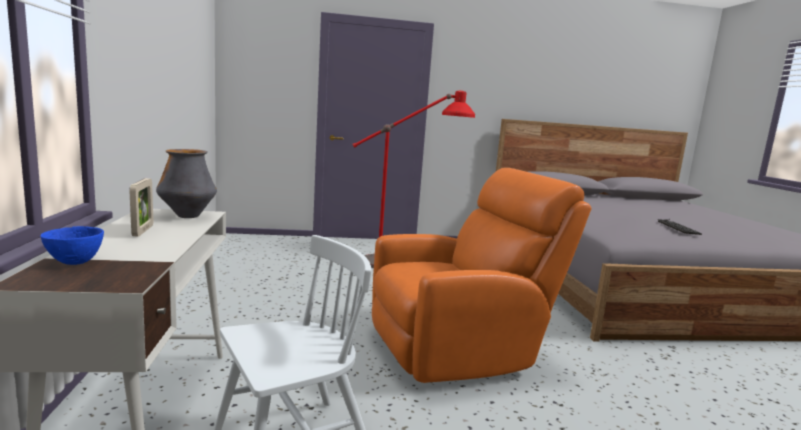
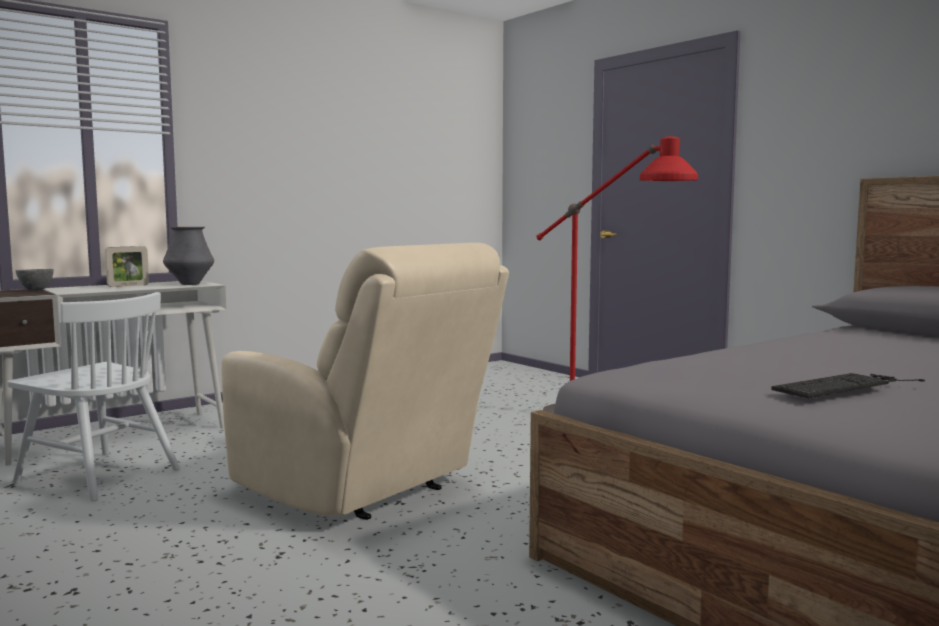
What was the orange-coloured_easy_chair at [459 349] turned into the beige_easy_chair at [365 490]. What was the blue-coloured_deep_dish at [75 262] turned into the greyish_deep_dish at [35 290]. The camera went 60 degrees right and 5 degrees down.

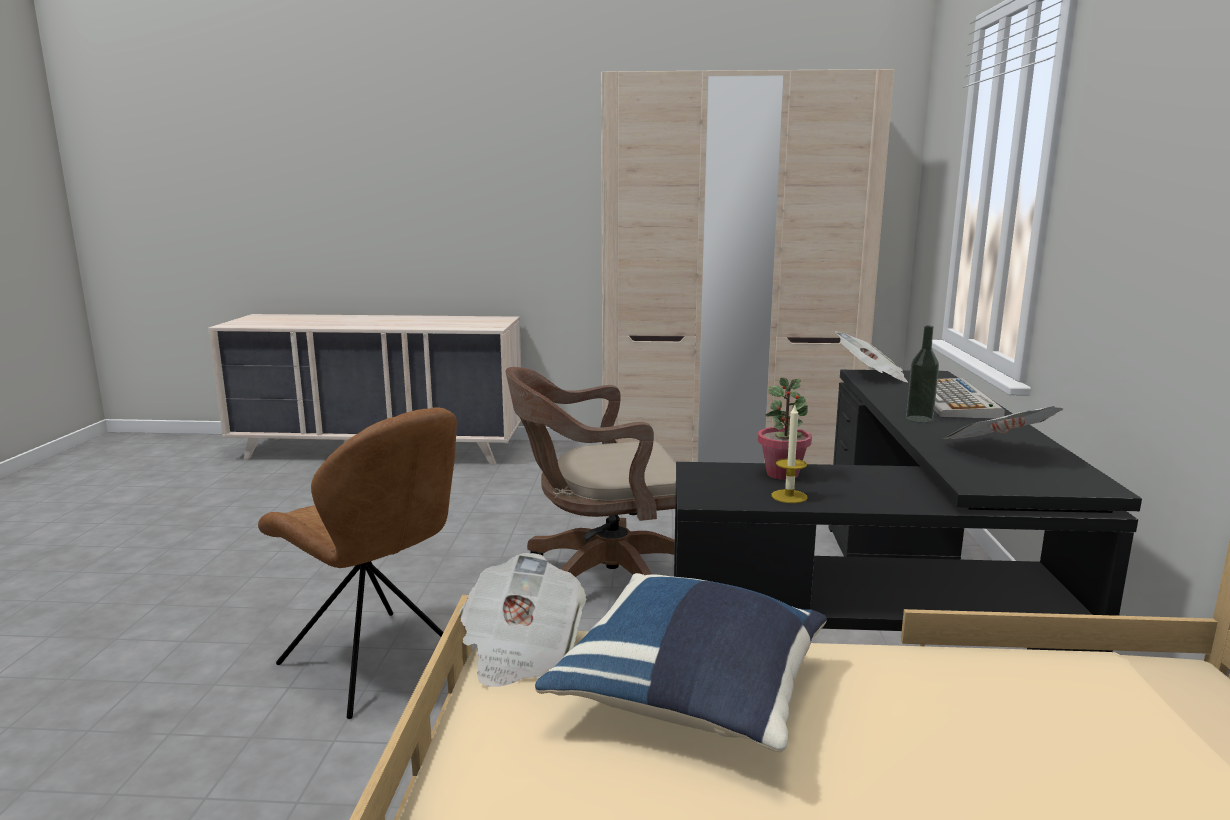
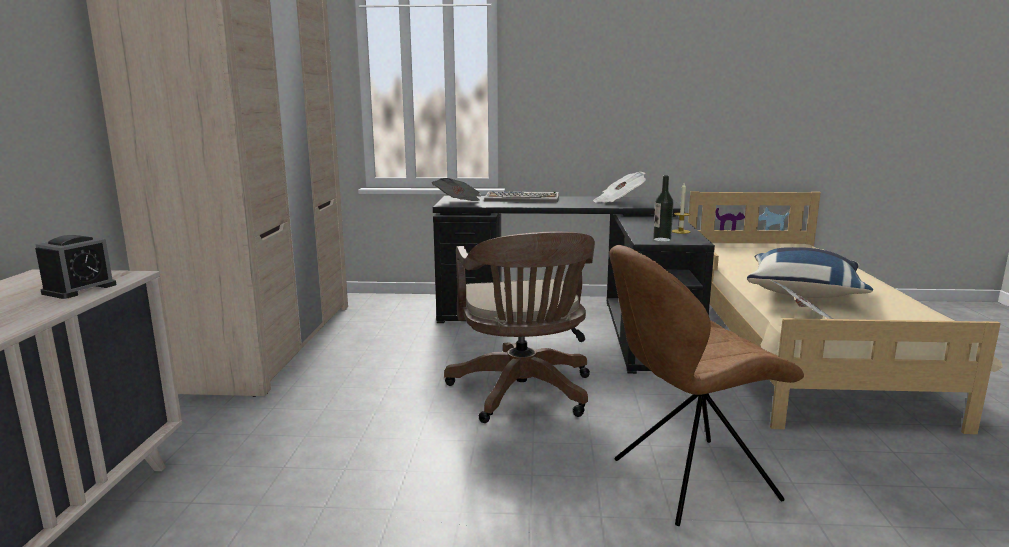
The bottle ended up elsewhere, having gone from [919 419] to [662 239]. The second view lost the potted_plant at [782 474]. The brown-coloured_chair at [376 664] ended up facing another way, 150 degrees counterclockwise from before. The second view gained the bedside_clock at [79 289]. The camera went 90 degrees left and 0 degrees up.

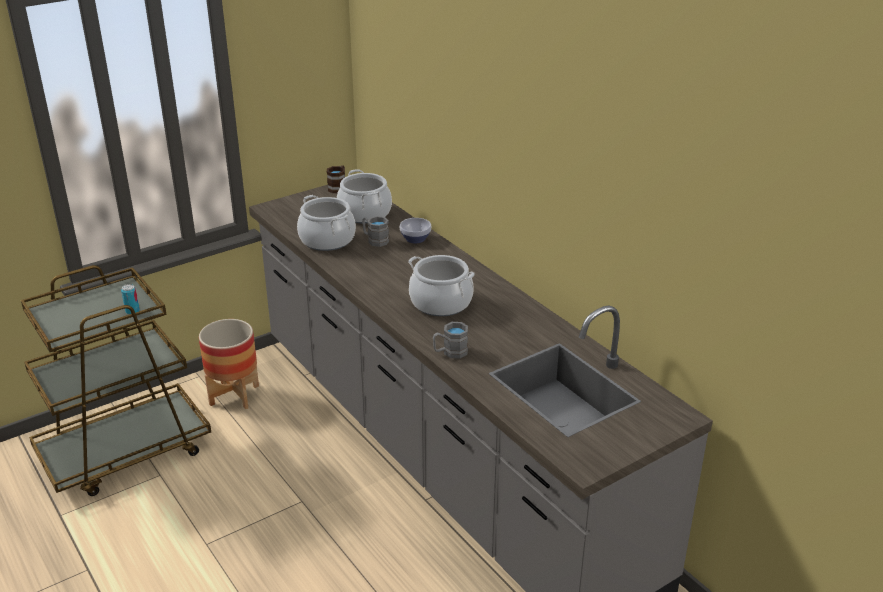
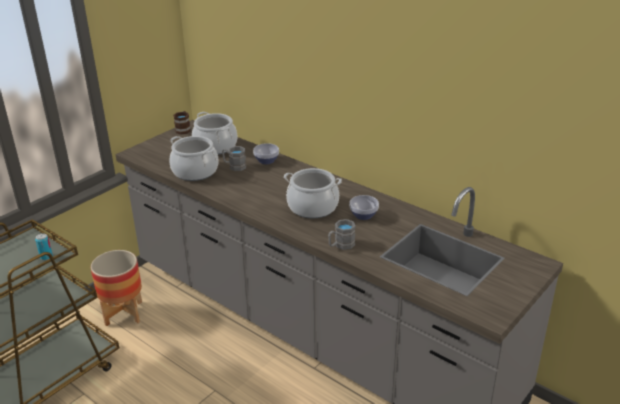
The second view gained the deep_dish at [364 216]. The camera went 15 degrees left and 0 degrees up.

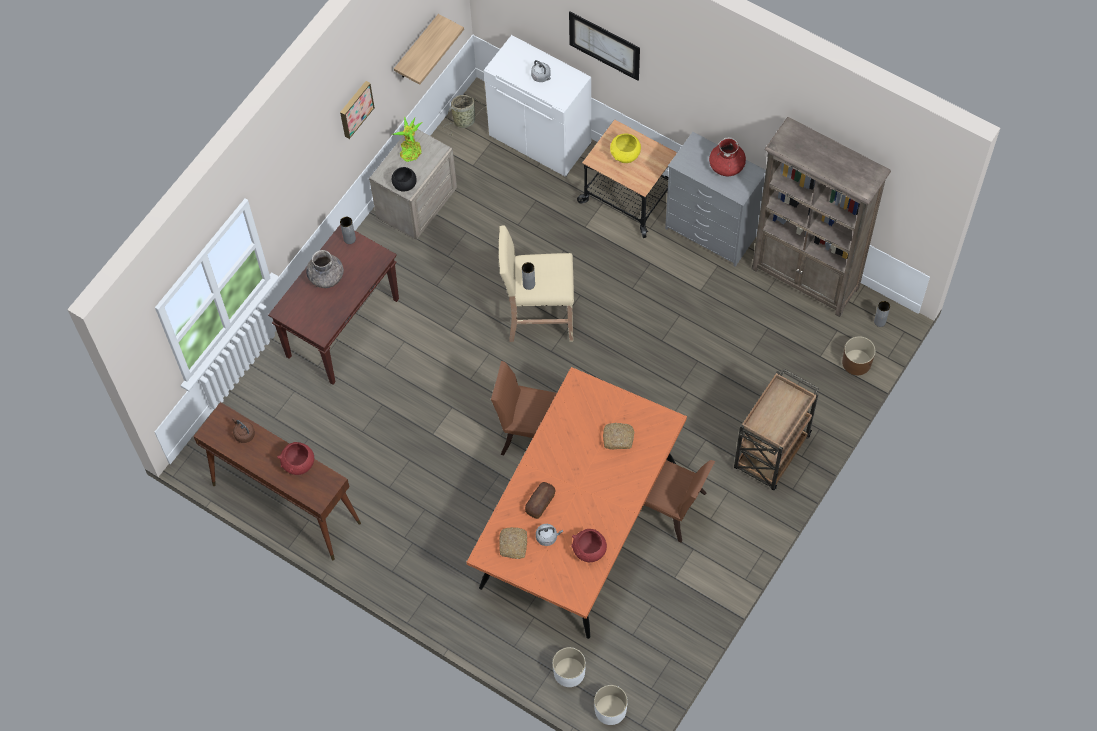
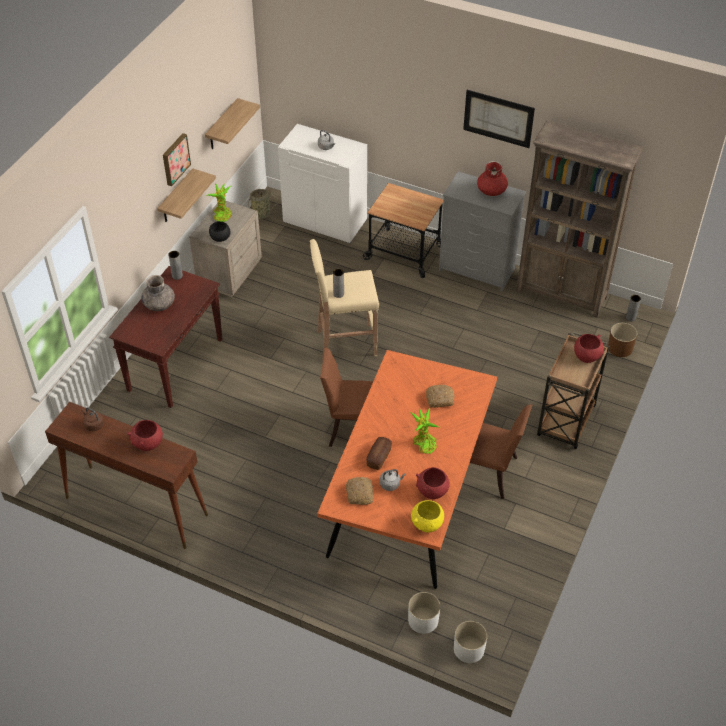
The wall_picture ended up elsewhere, having gone from [604 45] to [498 118]. The yellow-coloured_deep_dish ended up elsewhere, having gone from [625 156] to [427 524]. The second view gained the shelf at [176 197]. The second view gained the red_deep_dish at [586 357]. The second view gained the potted_plant at [423 443]. The camera went 10 degrees left and 15 degrees down.

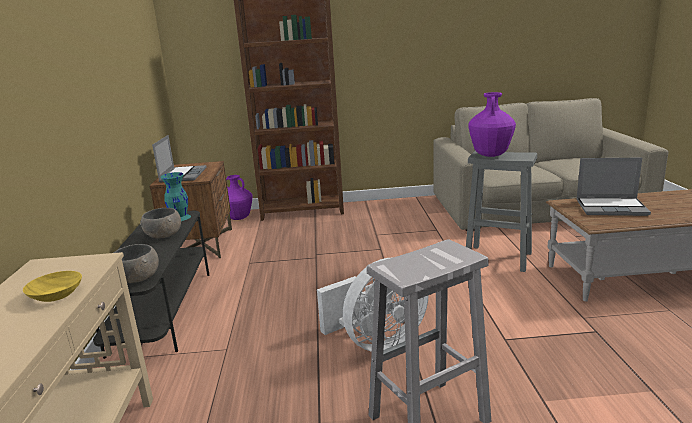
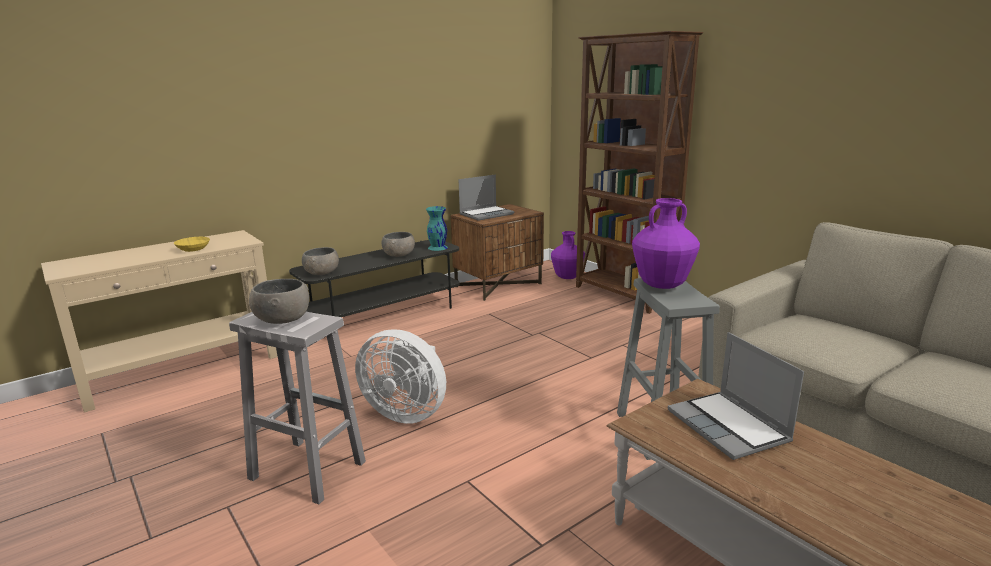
The second view gained the greyish_deep_dish at [282 319]. The camera went 55 degrees right and 0 degrees up.

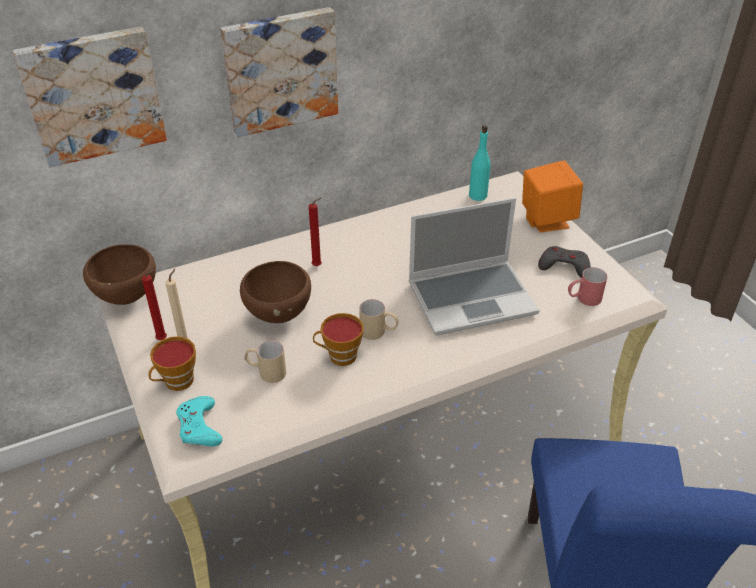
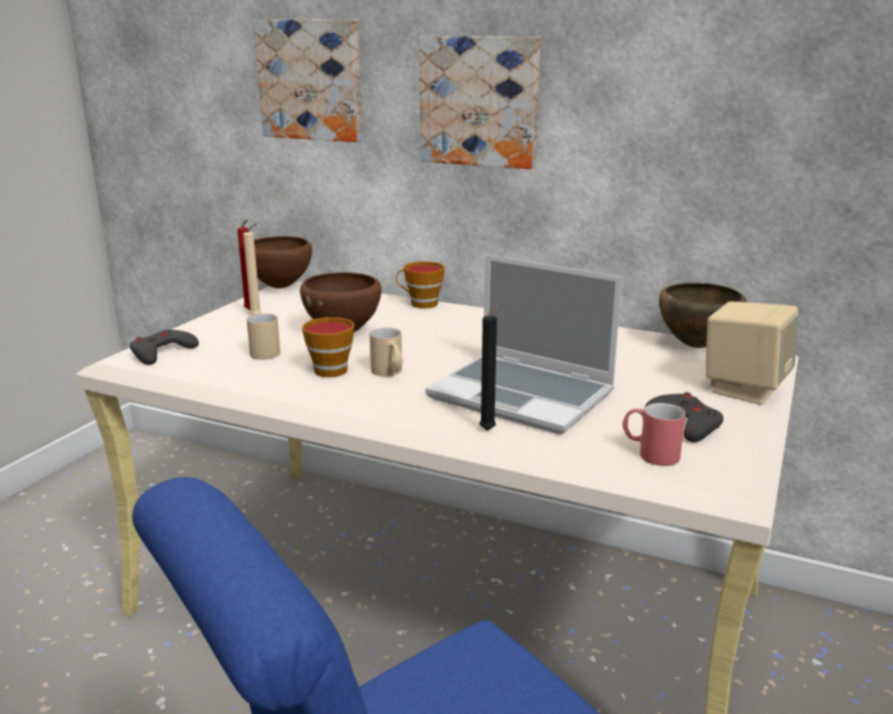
Where the turquoise-coloured_bottle stood at [477 195], the brown-coloured_deep_dish came to stand at [695 346]. What was the orange-coloured_speaker at [546 220] turned into the beige_speaker at [744 388]. The second view lost the red_wax_light at [318 266]. The cup ended up elsewhere, having gone from [176 382] to [420 304]. What was the turquoise-coloured_gamepad at [199 427] turned into the greyish_gamepad at [162 352]. The second view gained the black-coloured_wax_light at [490 429]. The camera went 50 degrees right and 20 degrees down.

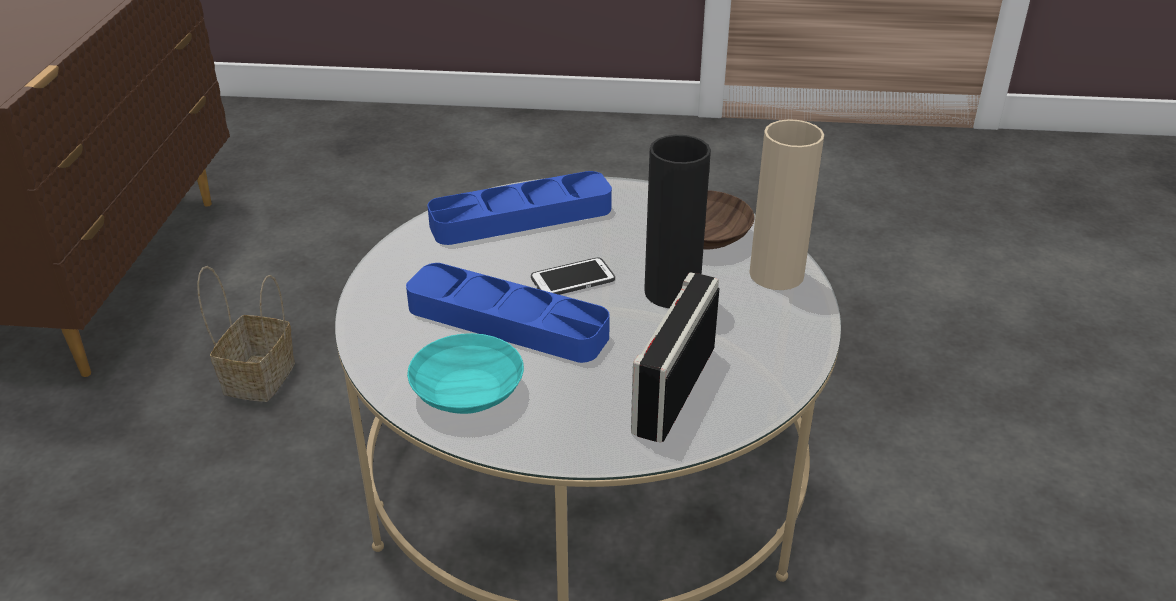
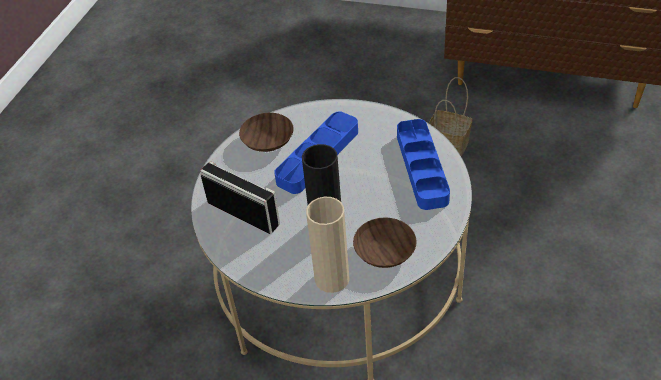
The second view lost the telephone at [573 279]. What was the turquoise-coloured_deep_dish at [470 391] turned into the brown-coloured_deep_dish at [268 142]. The camera went 105 degrees right and 10 degrees up.

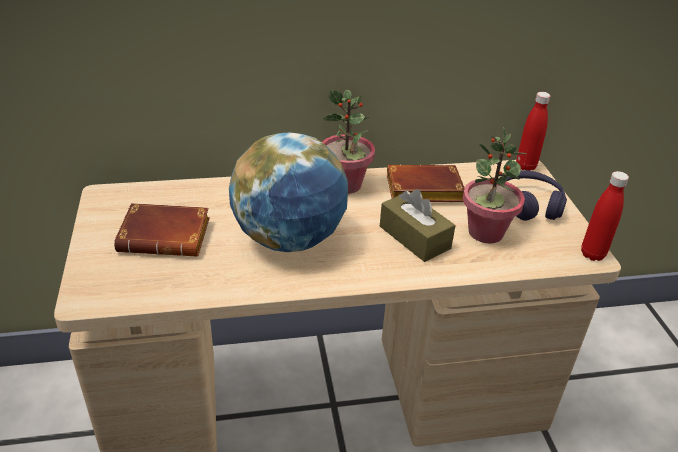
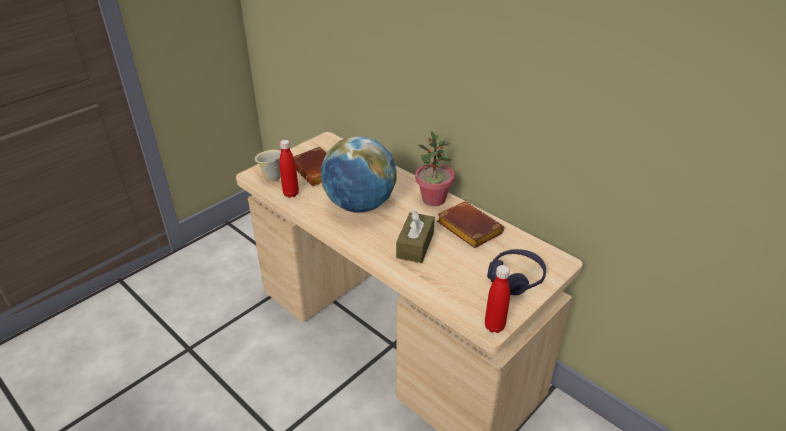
The red_bottle ended up elsewhere, having gone from [525 166] to [291 193]. The second view lost the potted_plant at [485 233]. The second view gained the beige_coffee_mug at [271 178]. The camera went 55 degrees right and 0 degrees up.

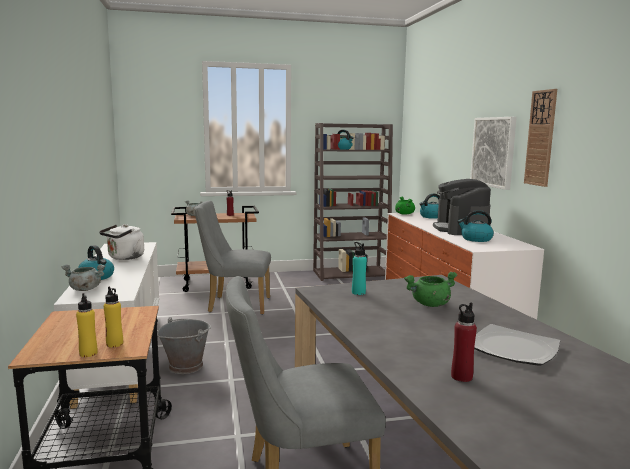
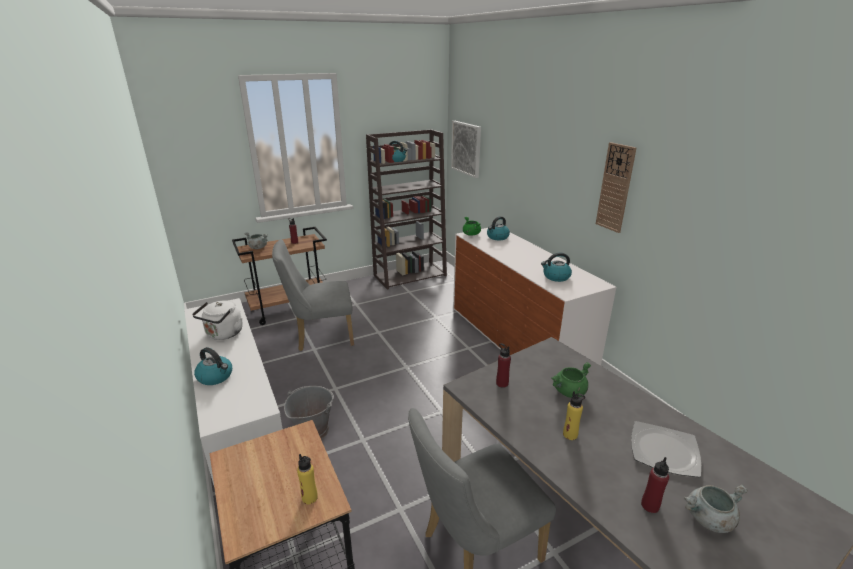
The wall_picture ended up elsewhere, having gone from [493 152] to [466 148]. The second view lost the coffee_brewer at [460 229]. What was the turquoise-coloured_bottle at [358 292] turned into the red_bottle at [502 383]. The greyish_stockpot ended up elsewhere, having gone from [84 289] to [708 519]. The yellow-coloured_bottle ended up elsewhere, having gone from [88 353] to [570 435]. The camera went 15 degrees left and 15 degrees up.

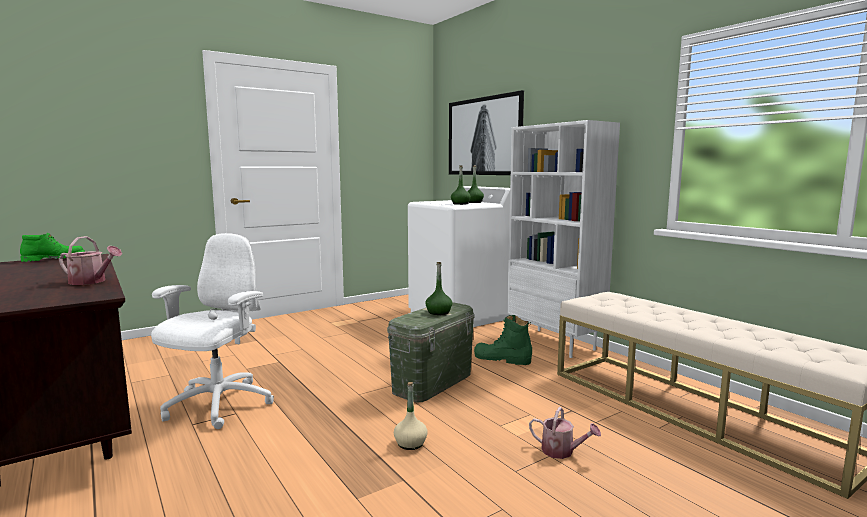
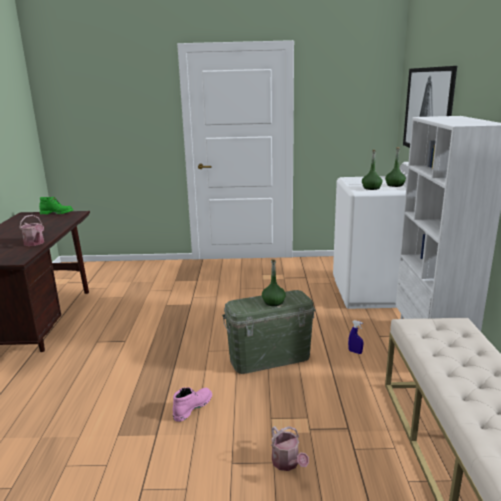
The second view lost the whitish_office_chair at [217 405]. Where the green_boot stood at [502 359], the blue-coloured_sprayer came to stand at [355 352]. Where the beige_bottle stood at [410 443], the pink_boot came to stand at [192 407]. The camera went 35 degrees right and 10 degrees up.

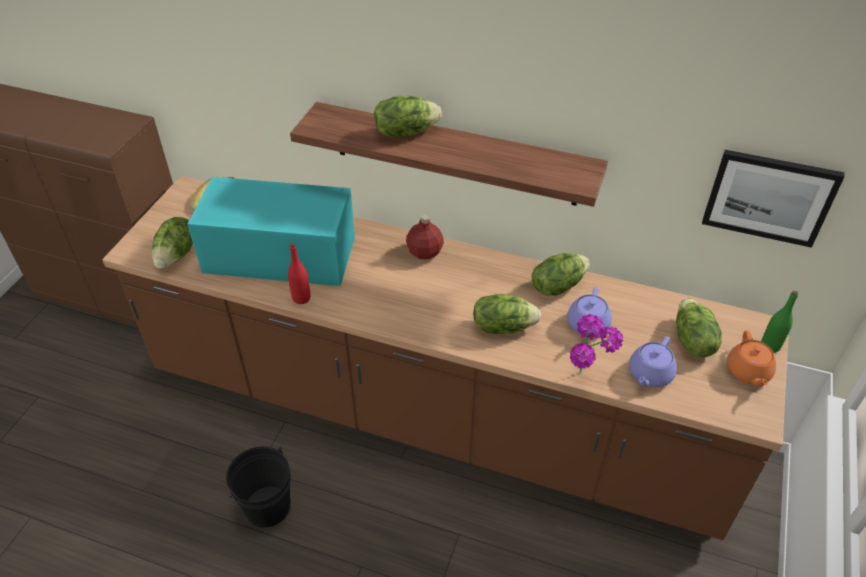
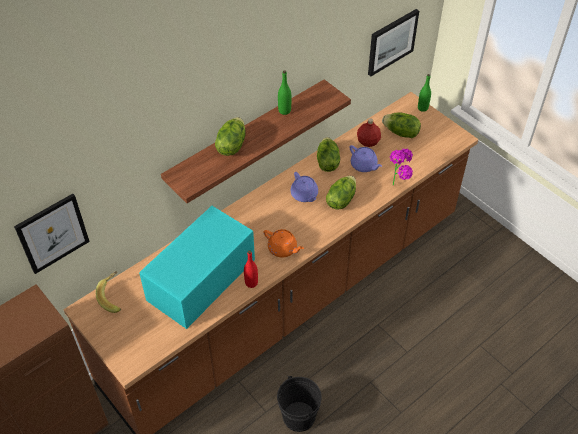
The red_bottle ended up elsewhere, having gone from [425 252] to [368 141]. The second view lost the lettuce_head at [177 255]. The orange-coloured_teapot ended up elsewhere, having gone from [748 372] to [283 249]. The purplish_teapot ended up elsewhere, having gone from [649 374] to [304 195]. The second view gained the green_bottle at [284 111]. The second view gained the wall_picture at [52 233]. The camera went 60 degrees left and 5 degrees up.

